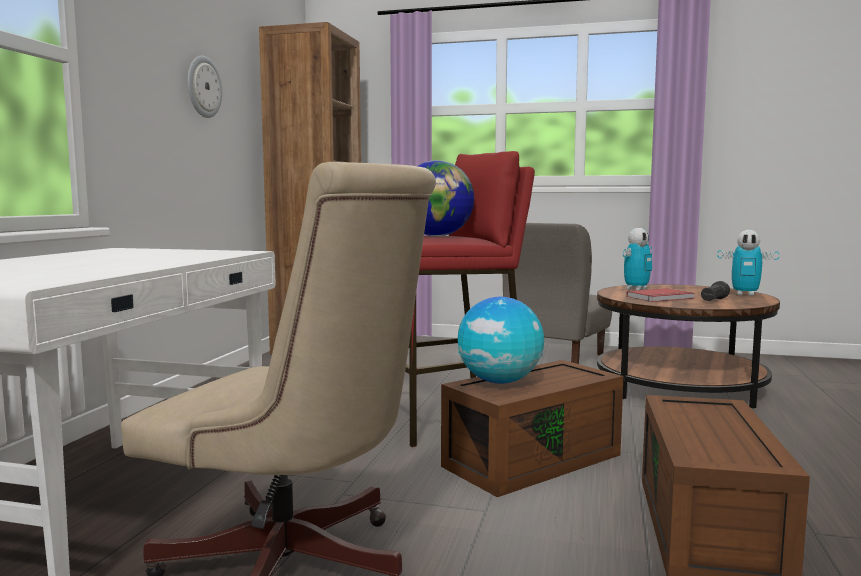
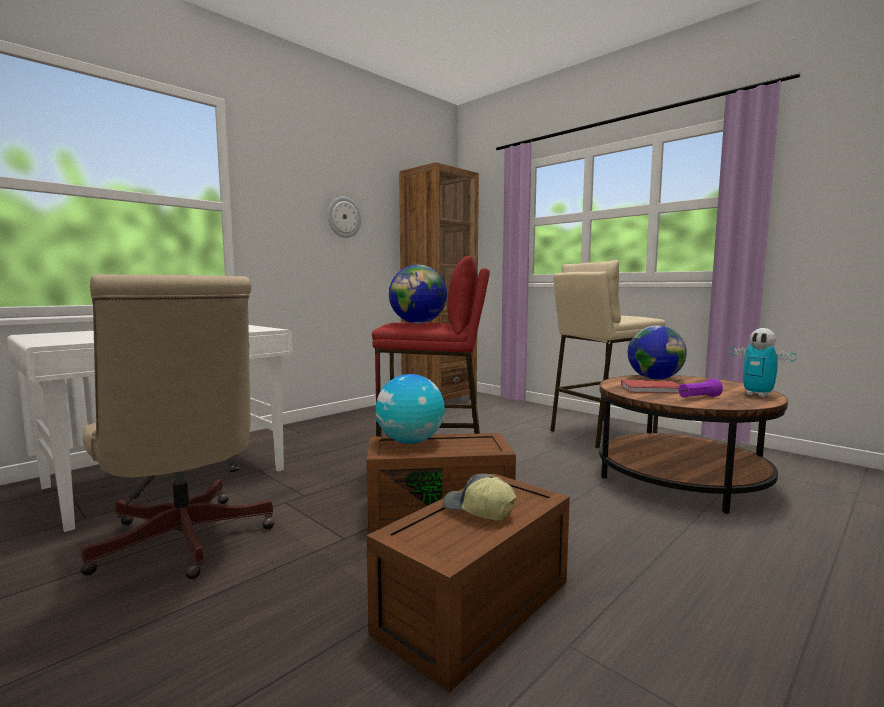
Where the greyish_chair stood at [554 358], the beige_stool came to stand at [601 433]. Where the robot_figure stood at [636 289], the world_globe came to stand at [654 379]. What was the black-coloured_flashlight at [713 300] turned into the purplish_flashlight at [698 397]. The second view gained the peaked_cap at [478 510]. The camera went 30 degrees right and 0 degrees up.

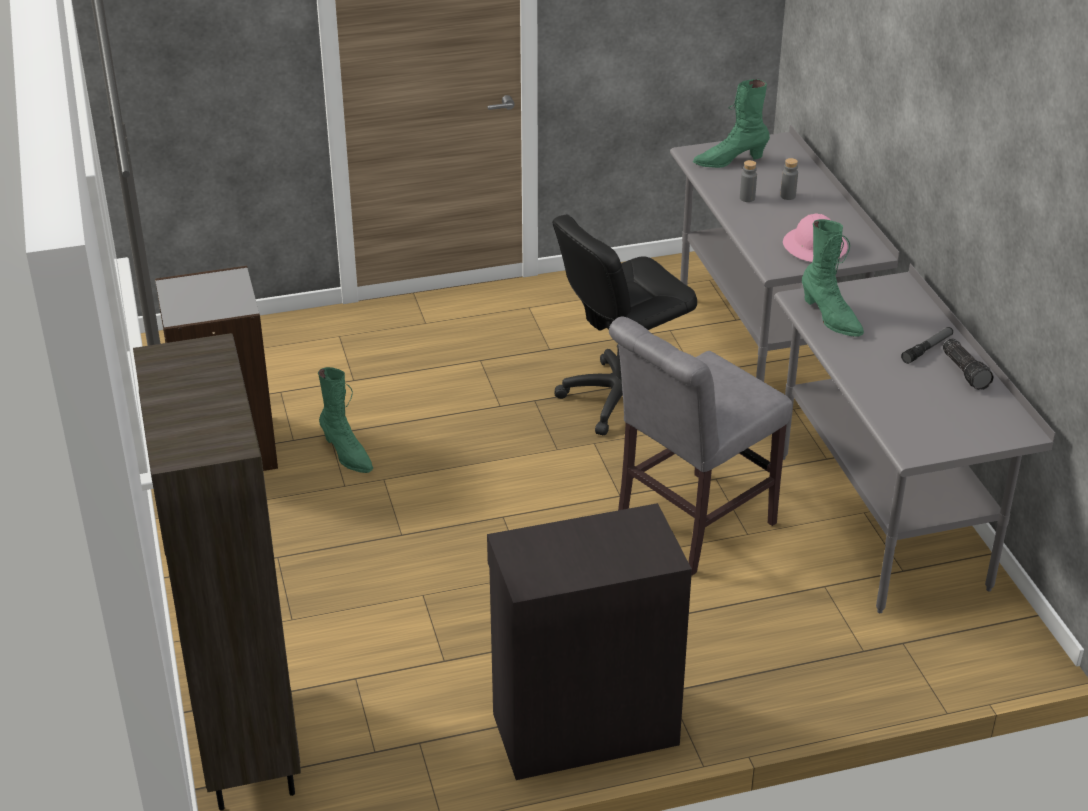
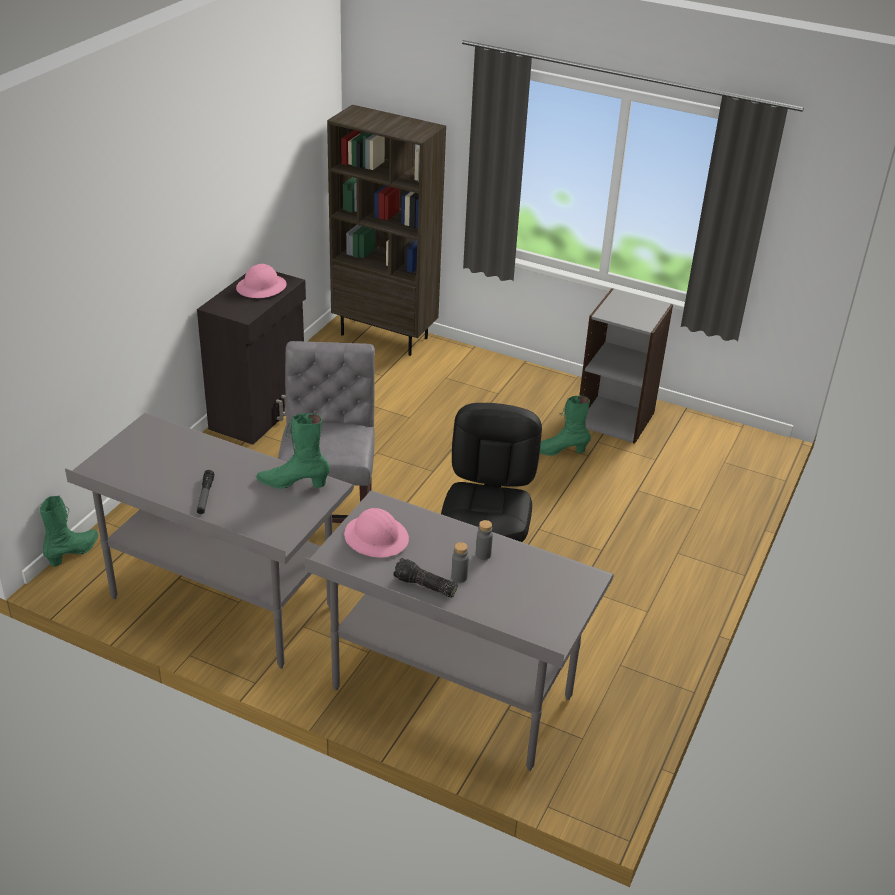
The green_boot ended up elsewhere, having gone from [729 161] to [73 553]. The flashlight ended up elsewhere, having gone from [966 371] to [424 586]. The second view gained the pink_work_helmet at [261 288]. The camera went 130 degrees right and 0 degrees up.

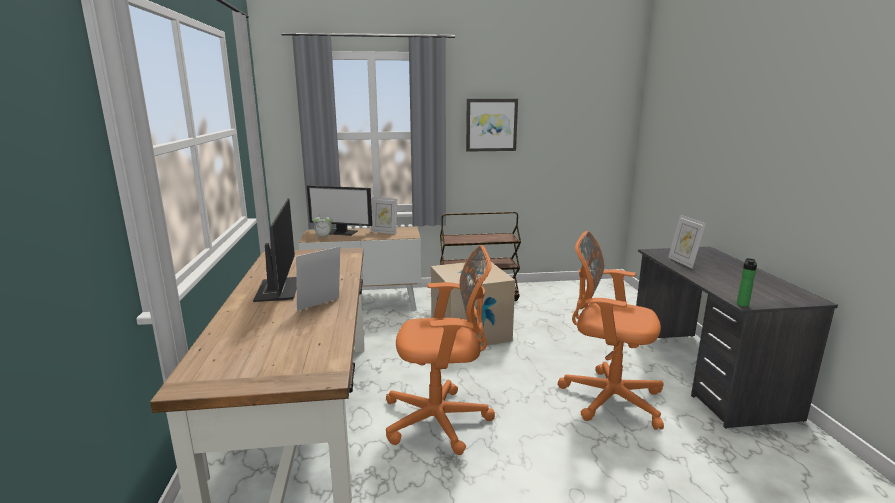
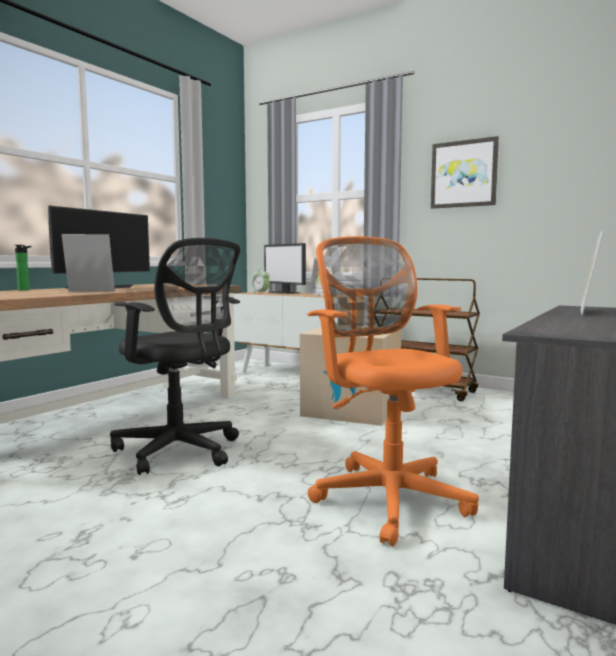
What was the orange-coloured_office_chair at [441 420] turned into the black-coloured_office_chair at [180 451]. The bottle ended up elsewhere, having gone from [742 304] to [25 290]. The camera went 40 degrees right and 10 degrees down.

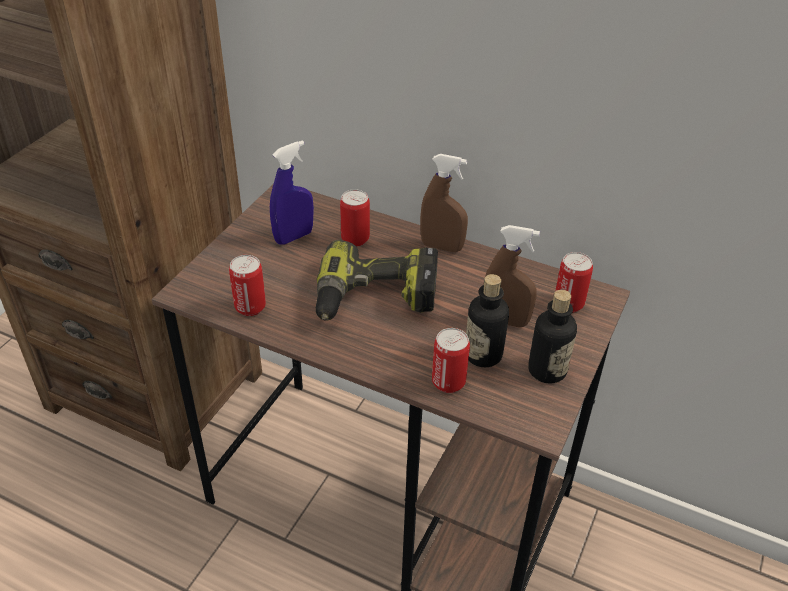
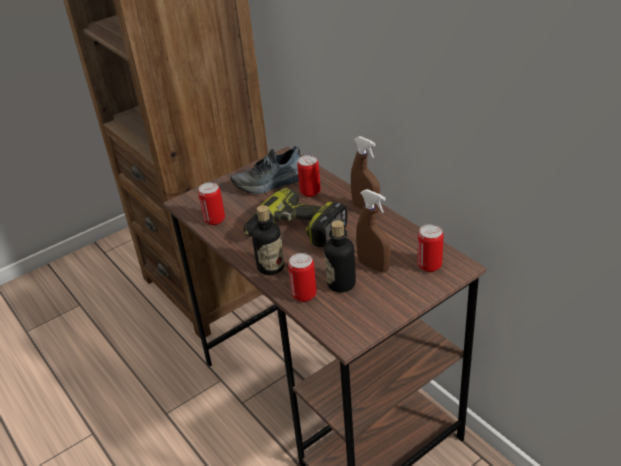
Where the blue-coloured_sprayer stood at [294 237], the shoe came to stand at [272 183]. The bottle ended up elsewhere, having gone from [547 370] to [270 267]. The camera went 30 degrees right and 5 degrees down.

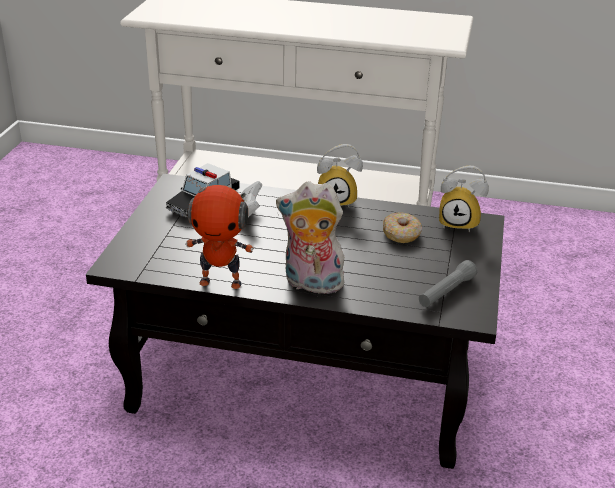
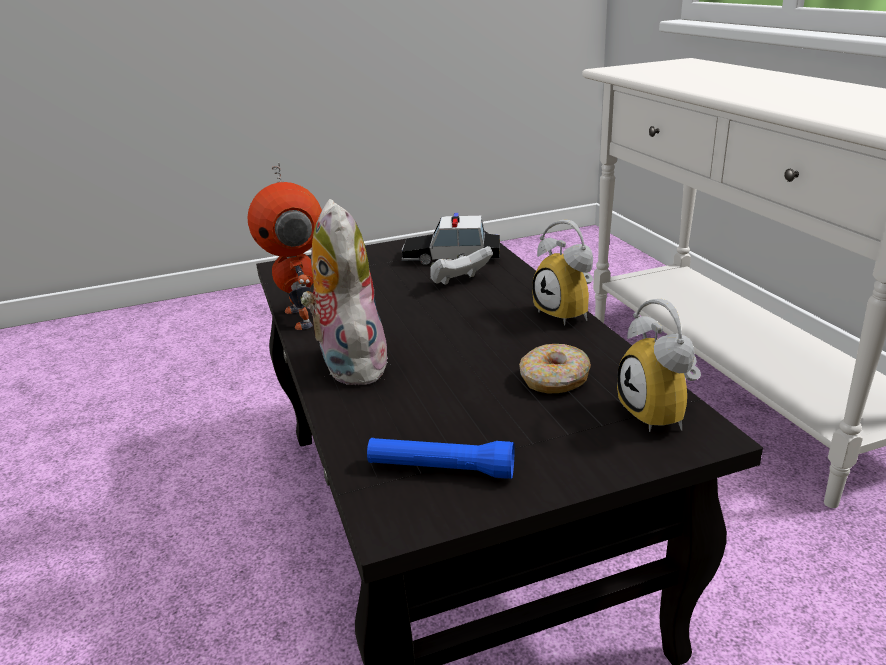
What was the greyish_flashlight at [446 292] turned into the blue-coloured_flashlight at [441 469]. The camera went 60 degrees right and 5 degrees down.

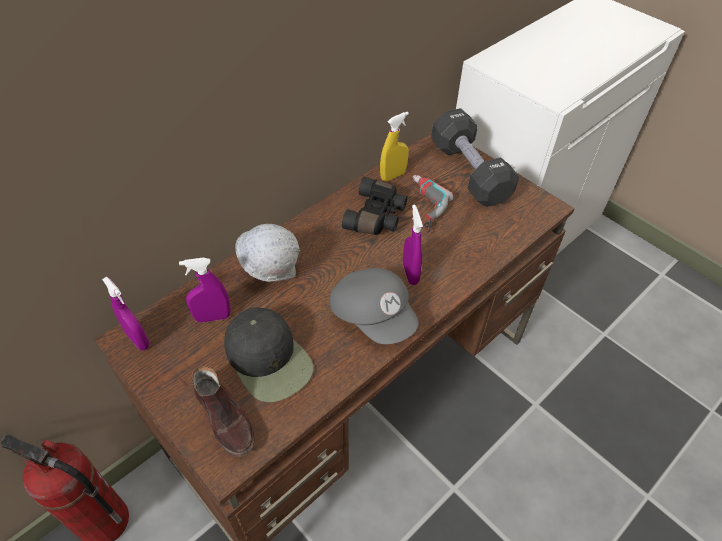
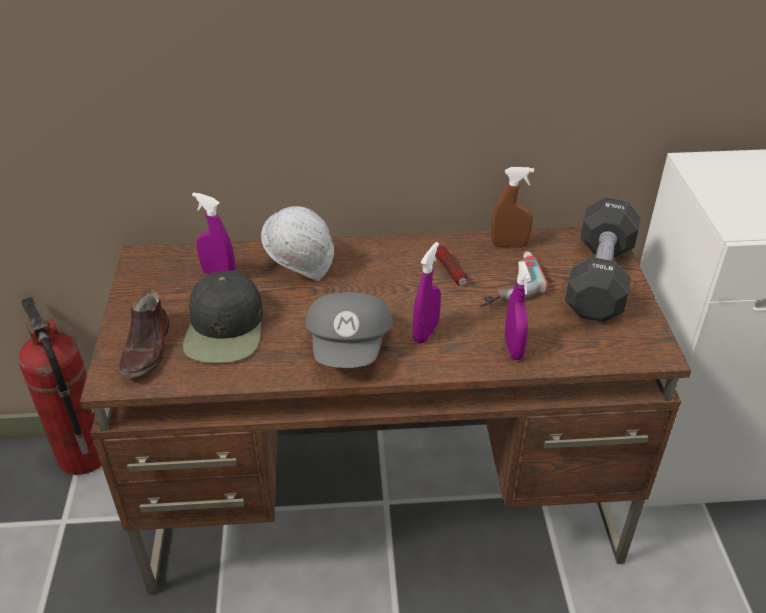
What was the yellow-coloured_sprayer at [393 176] turned into the brown-coloured_sprayer at [509 245]. Where the black-coloured_field_glasses stood at [377 216], the flashlight came to stand at [450 271]. The purplish_sprayer ended up elsewhere, having gone from [138 339] to [513 348]. The camera went 40 degrees right and 10 degrees down.

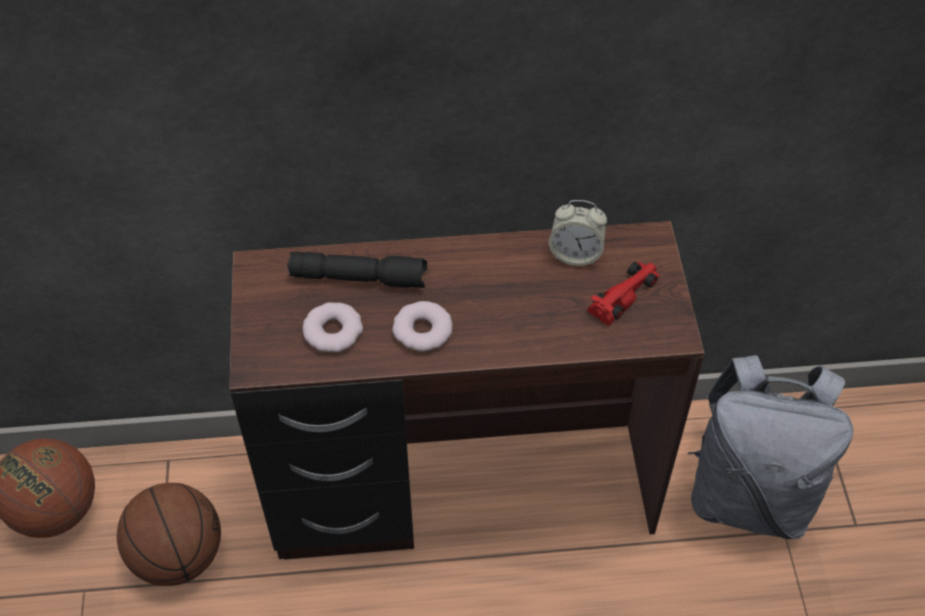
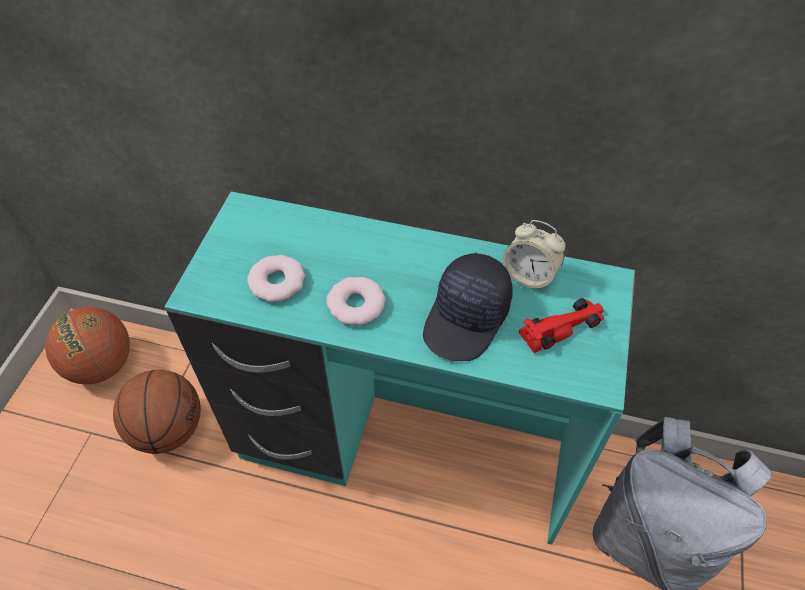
What was the brown-coloured_desk at [463 491] turned into the turquoise-coloured_desk at [404 451]. The second view lost the black-coloured_flashlight at [360 277]. The second view gained the black-coloured_peaked_cap at [467 318]. The camera went 20 degrees right and 0 degrees up.

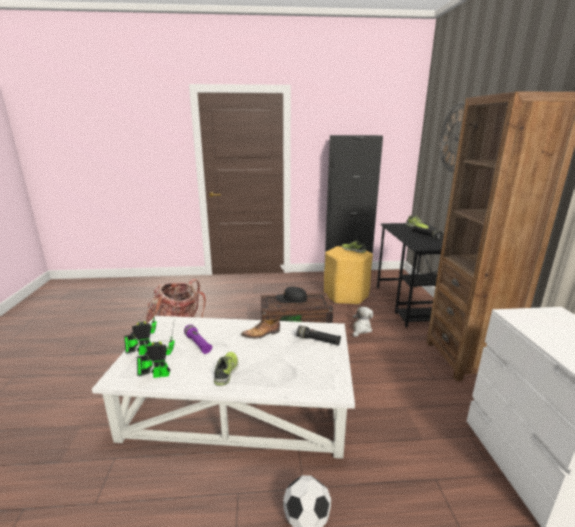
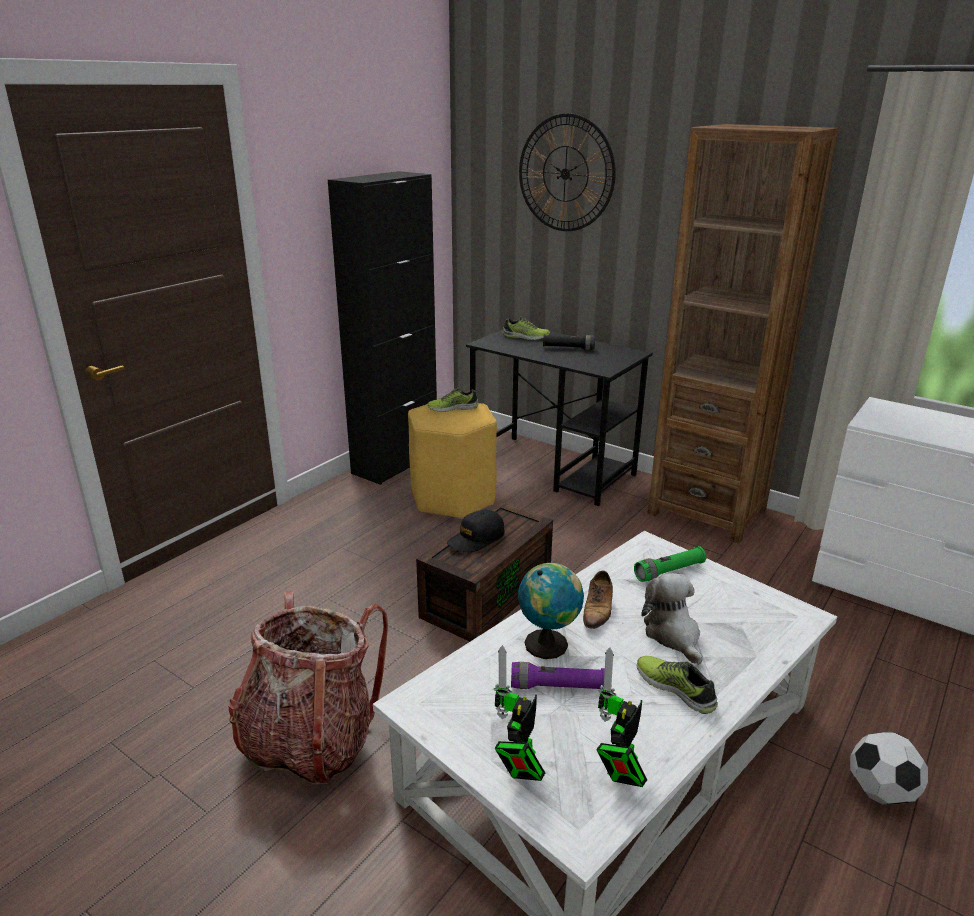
The plush_toy ended up elsewhere, having gone from [361 329] to [673 635]. What was the black-coloured_flashlight at [318 340] turned into the green_flashlight at [669 572]. The second view gained the world_globe at [548 643]. The camera went 50 degrees left and 5 degrees up.

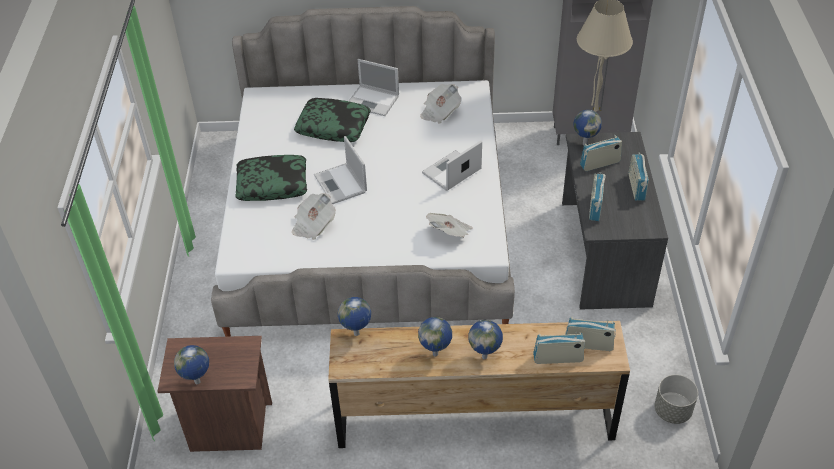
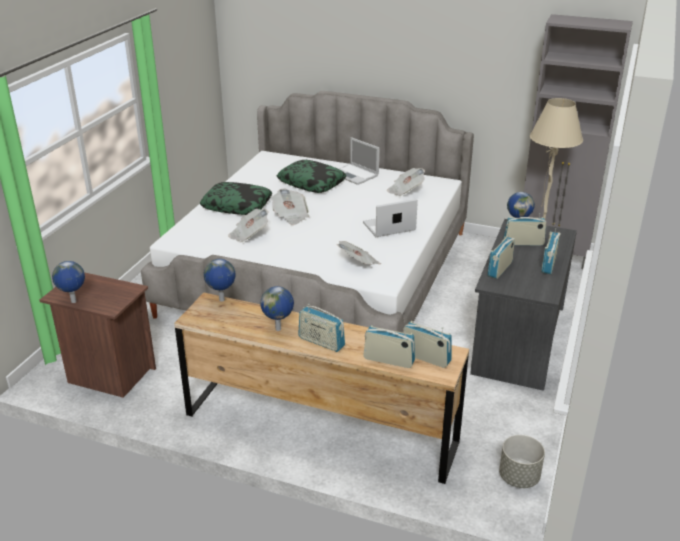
Where the portable_computer stood at [341 184], the newspaper came to stand at [290 216]. Where the world_globe stood at [485 357], the radio came to stand at [321 342]. The camera went 20 degrees right and 15 degrees down.

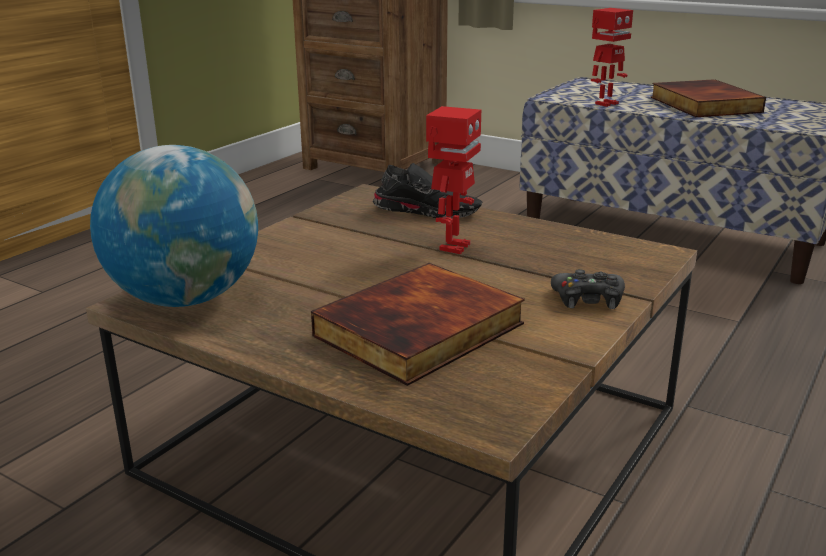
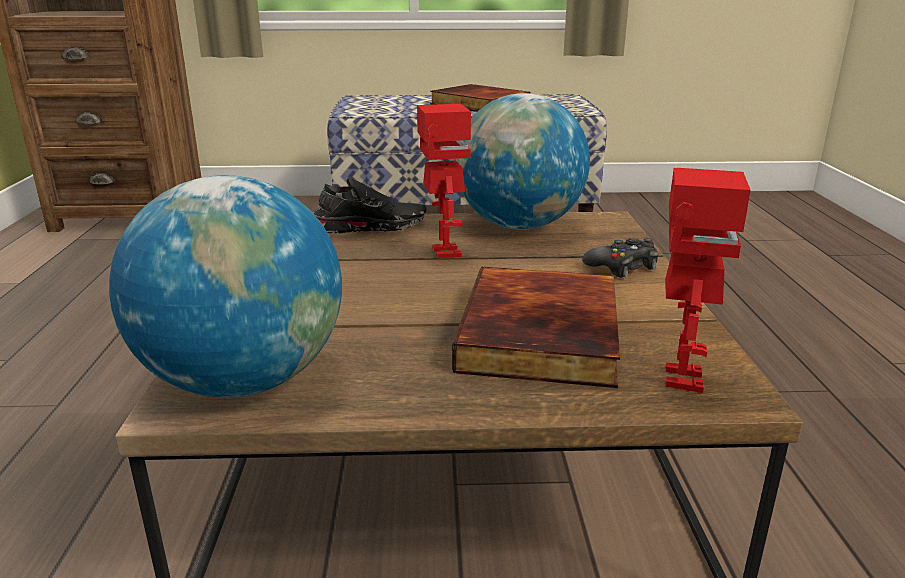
The robot_figure ended up elsewhere, having gone from [605 103] to [680 378]. The second view gained the world_globe at [518 226]. The camera went 35 degrees left and 0 degrees up.

